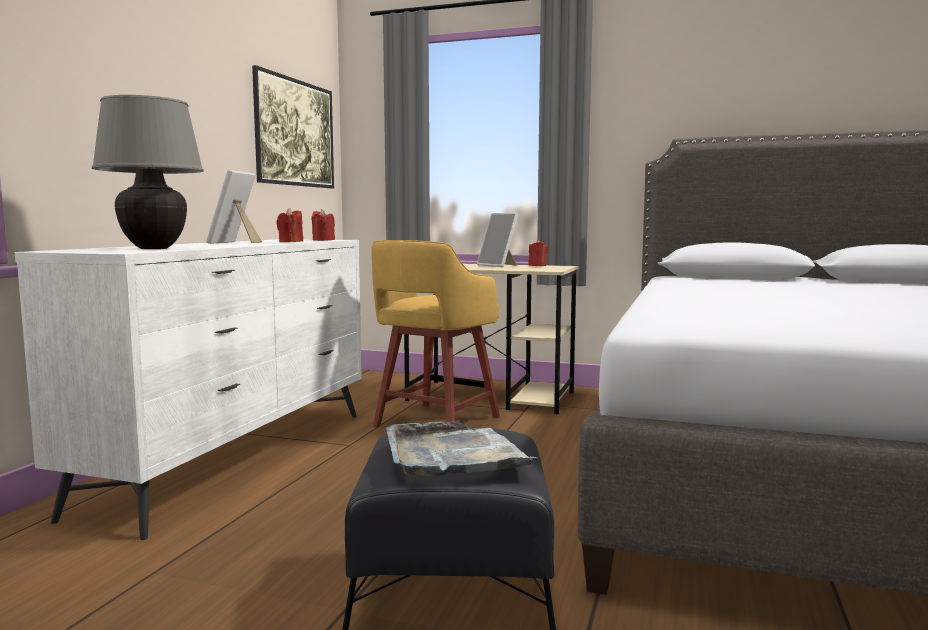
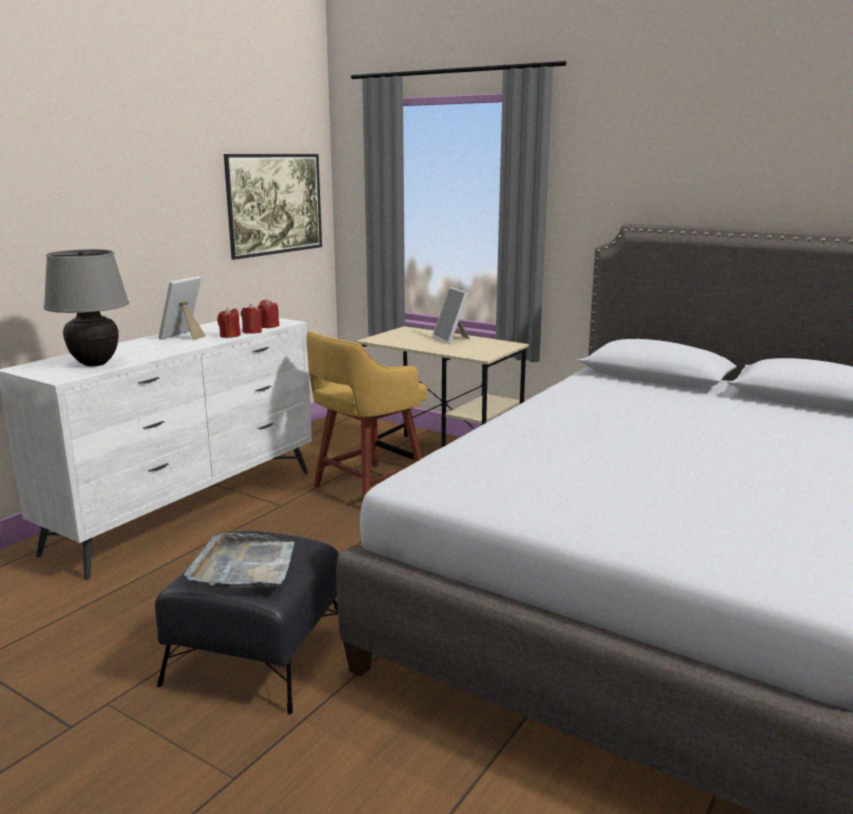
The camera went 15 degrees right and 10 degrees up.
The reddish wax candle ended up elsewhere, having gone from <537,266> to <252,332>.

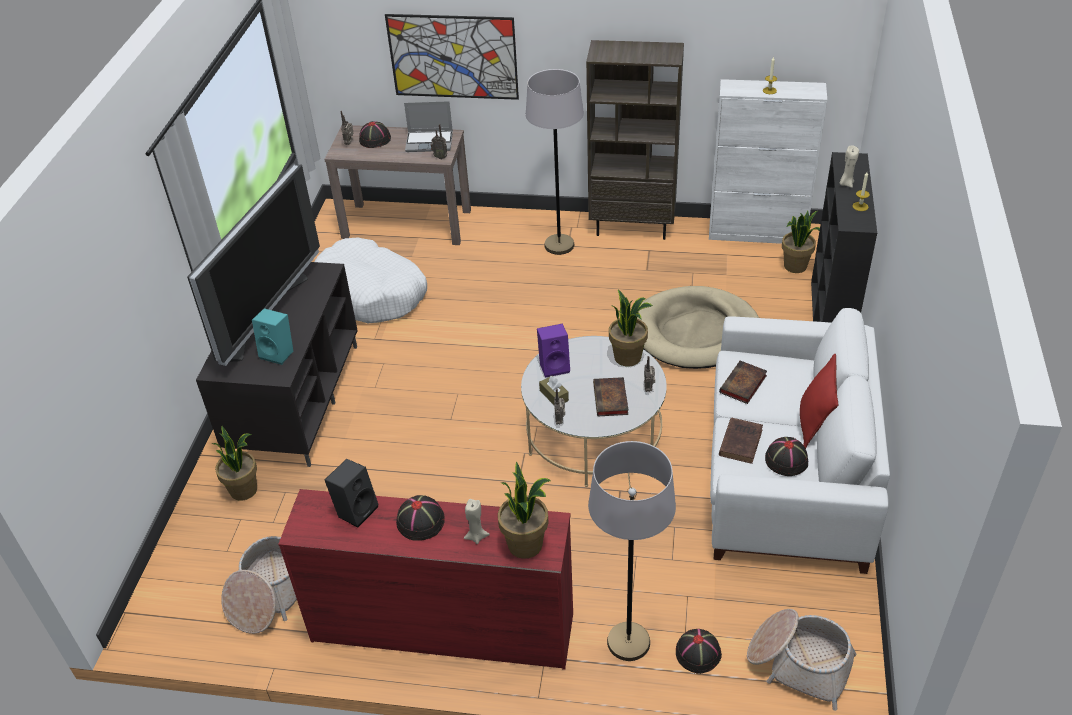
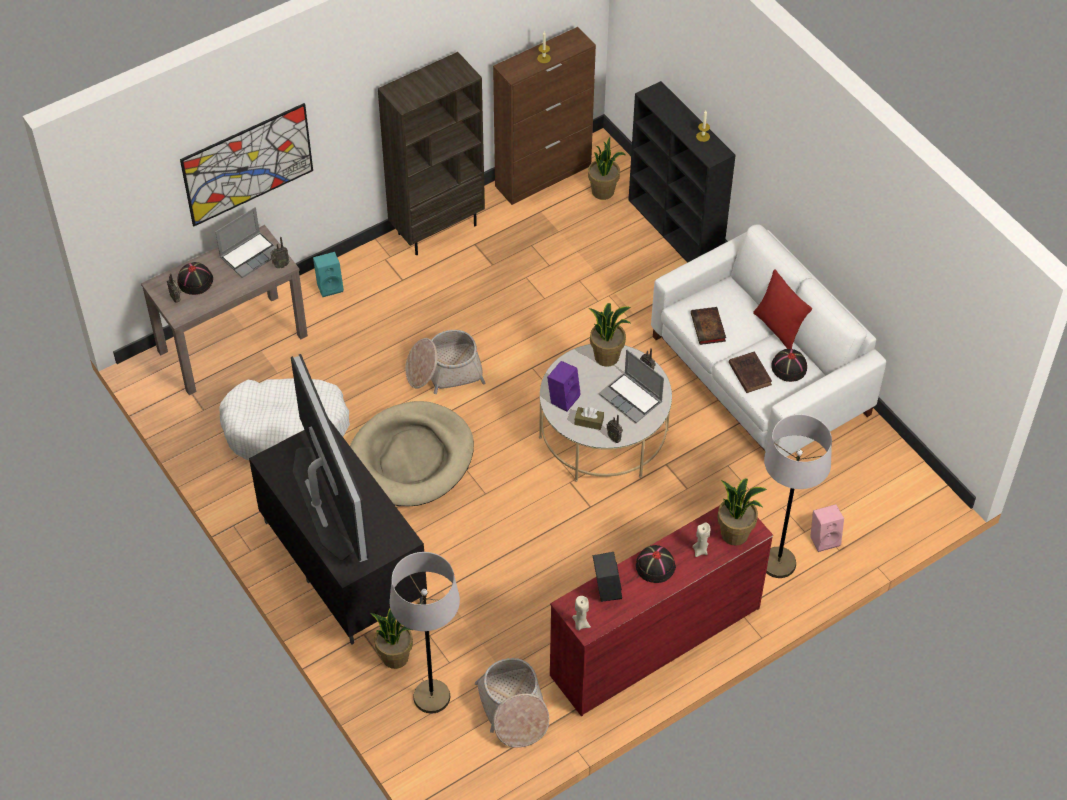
The camera went 45 degrees left and 10 degrees up.
The turquoise audio speaker ended up elsewhere, having gone from <279,353> to <330,286>.
The gray floor lamp ended up elsewhere, having gone from <559,245> to <431,697>.
The sand-coloured dog cushion ended up elsewhere, having gone from <695,332> to <411,458>.
The storage basket ended up elsewhere, having gone from <799,663> to <444,371>.
The sand-coloured wax candle ended up elsewhere, having gone from <846,183> to <580,624>.
Where the book stood at <611,400>, the portable computer came to stand at <632,398>.
Where the black-coloured clothing hat stood at <698,653>, the pink-coloured audio speaker came to stand at <824,539>.
What was the white cabinet at <757,233> turned into the brown-coloured cabinet at <544,176>.

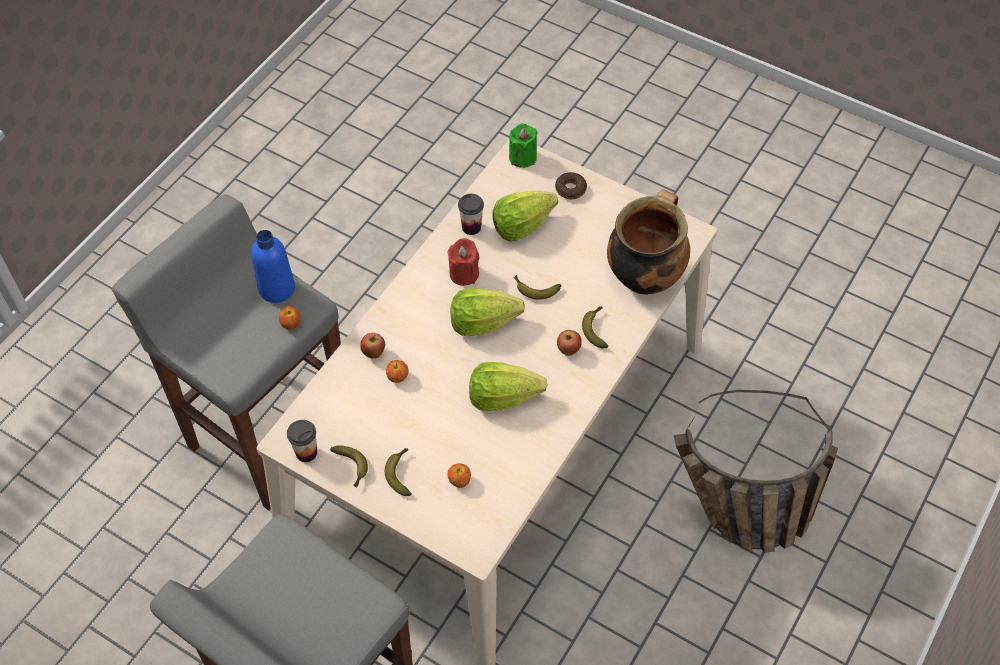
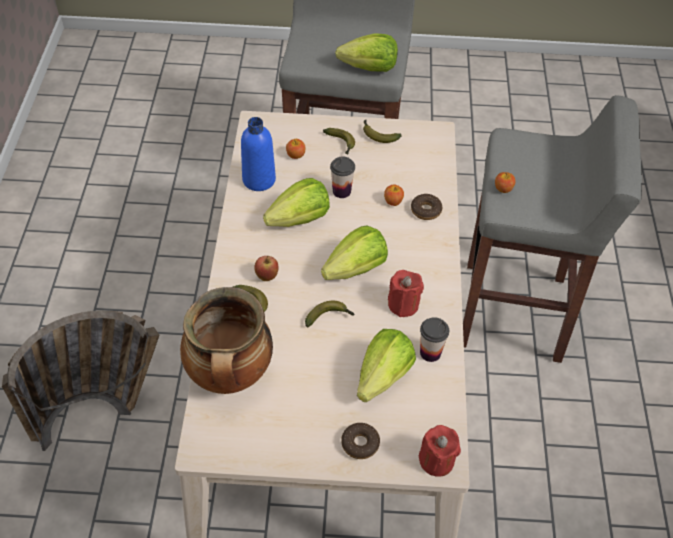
The camera went 150 degrees right and 5 degrees down.
The second view gained the lettuce head at <369,68>.
The bluish bottle ended up elsewhere, having gone from <277,288> to <259,180>.
The small cup ended up elsewhere, having gone from <306,452> to <341,191>.
Where the apple stood at <374,353>, the doughnut came to stand at <426,210>.
What was the greenish wax candle at <522,157> turned into the reddish wax candle at <436,460>.

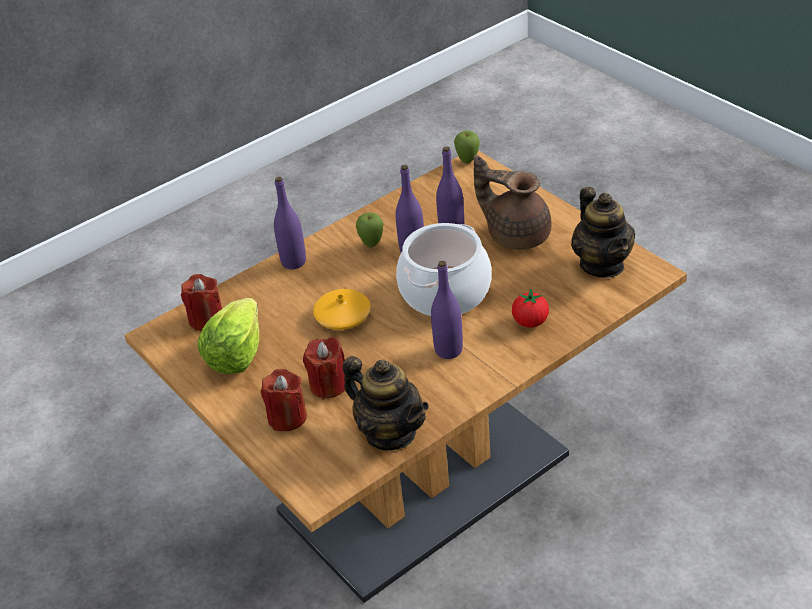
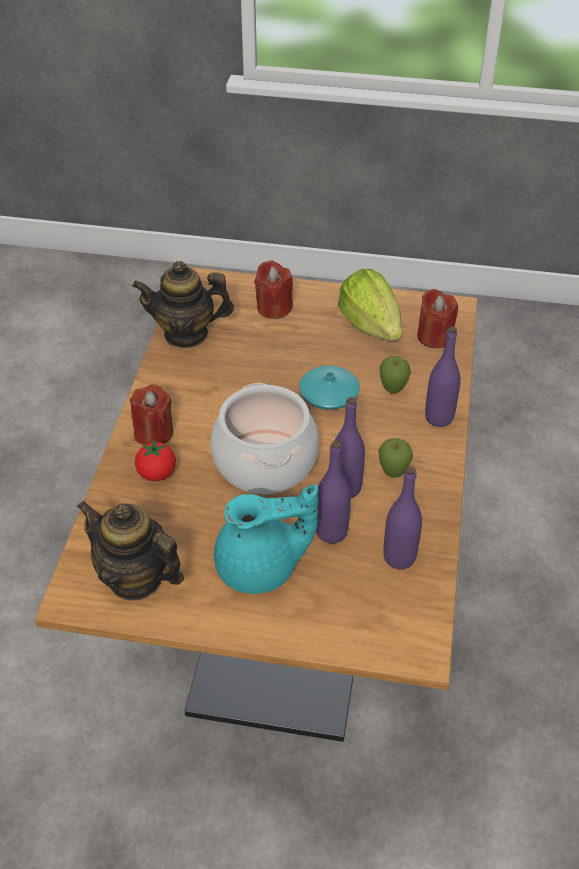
The camera went 135 degrees right and 5 degrees up.
The reddish wax candle ended up elsewhere, having gone from <329,385> to <153,433>.
The purplish bottle ended up elsewhere, having gone from <448,350> to <399,557>.
The apple ended up elsewhere, having gone from <467,161> to <392,390>.
What was the orange decorative vase at <343,316> turned into the turquoise decorative vase at <329,394>.
What was the brown-coloured pot for tea at <516,234> turned into the turquoise pot for tea at <261,568>.

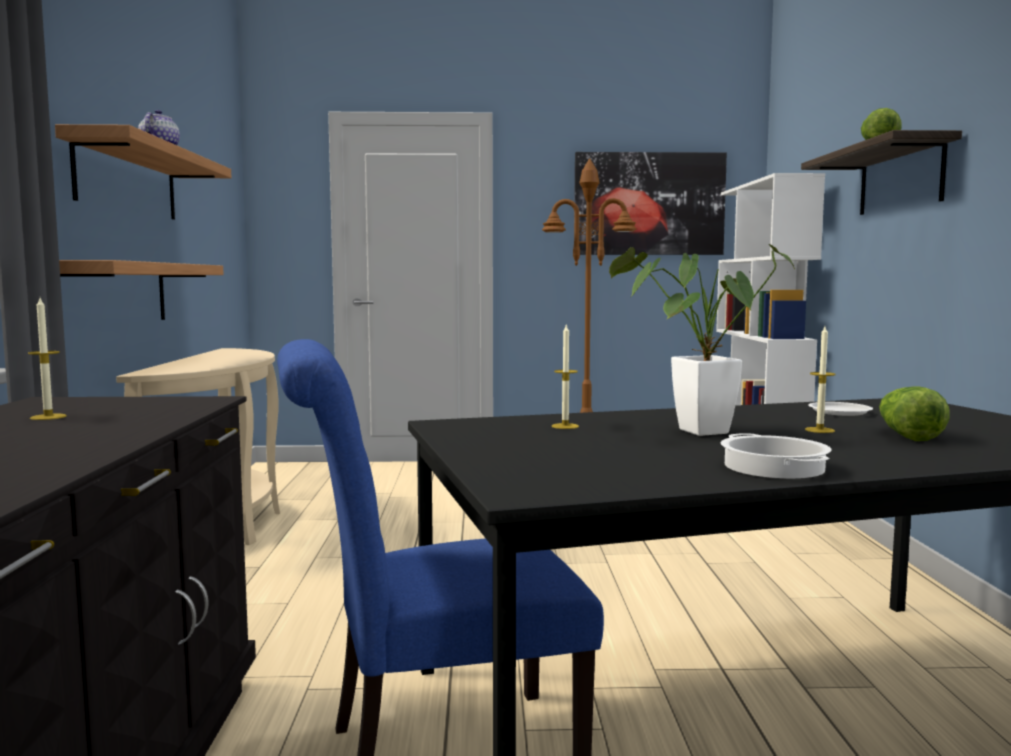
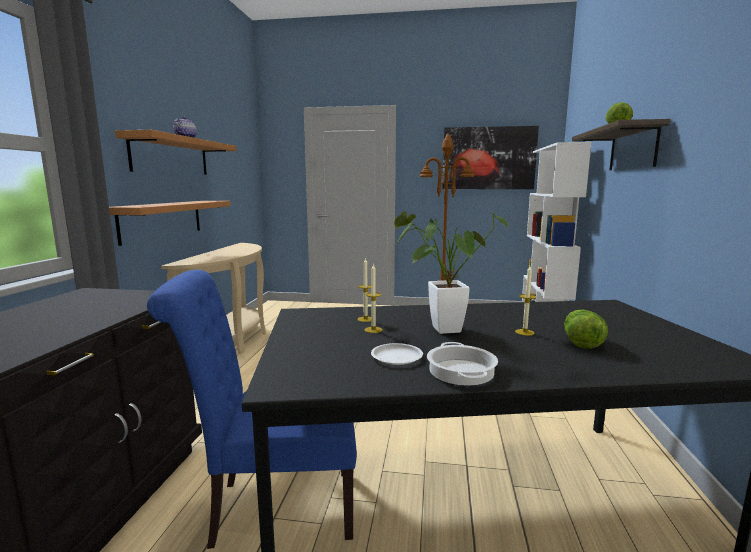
The camera went 10 degrees right and 5 degrees up.
The wax candle ended up elsewhere, having gone from <48,417> to <373,330>.
The white dinner plate ended up elsewhere, having gone from <839,412> to <396,357>.

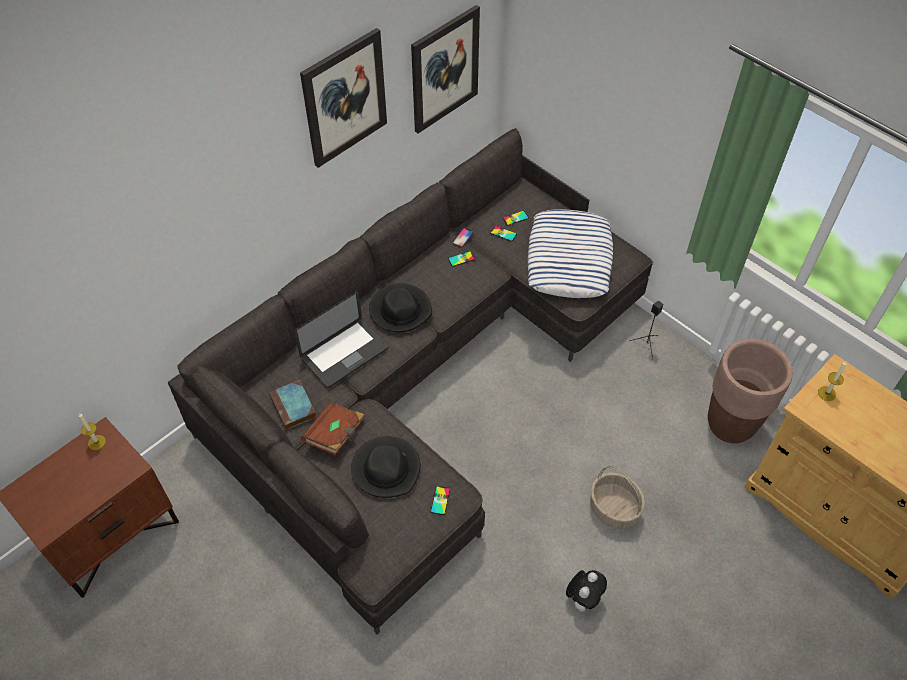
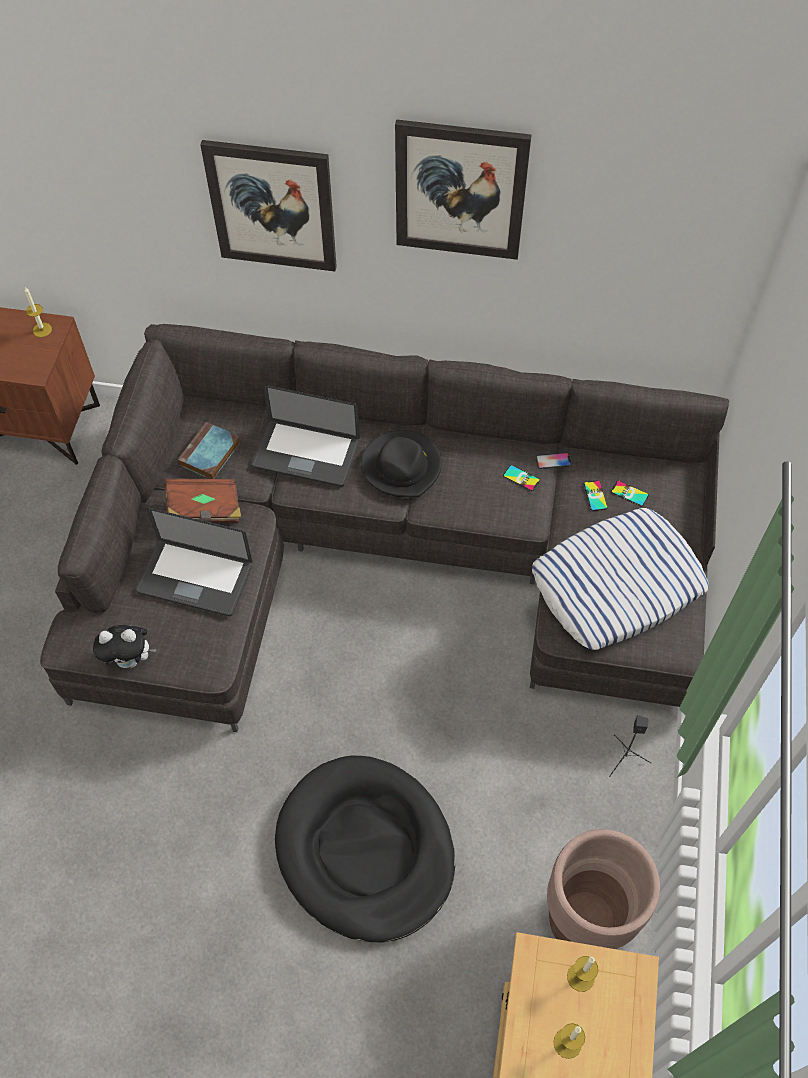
The camera went 55 degrees right and 5 degrees up.
The second view lost the telephone at <440,500>.
The second view gained the wax candle at <567,1043>.
The picture ended up elsewhere, having gone from <444,69> to <272,206>.
The cuddly toy ended up elsewhere, having gone from <583,599> to <130,660>.
Where the black-coloured clothing hat stood at <386,469>, the portable computer came to stand at <195,579>.
Where the storage basket stood at <614,509>, the black-coloured dog cushion came to stand at <365,850>.

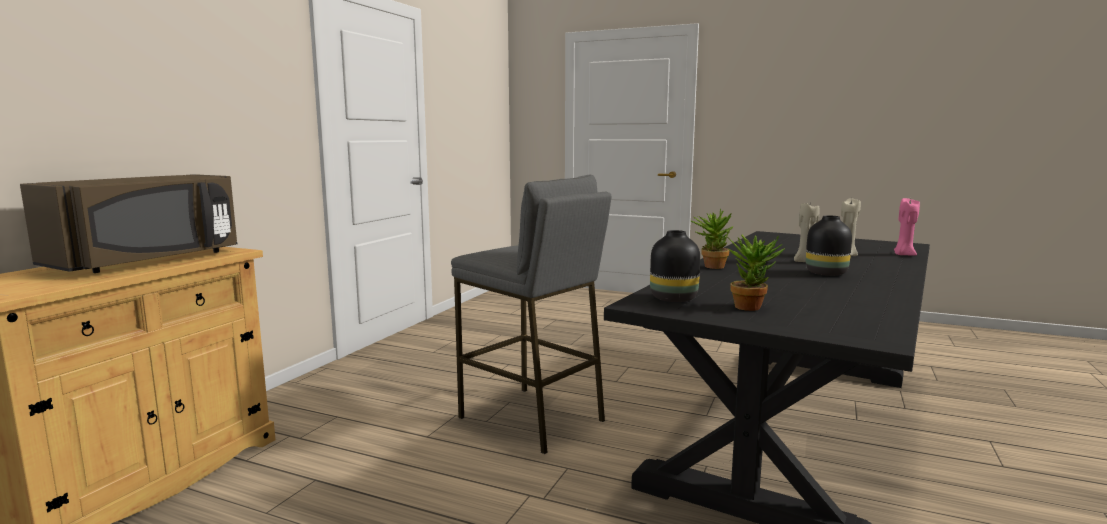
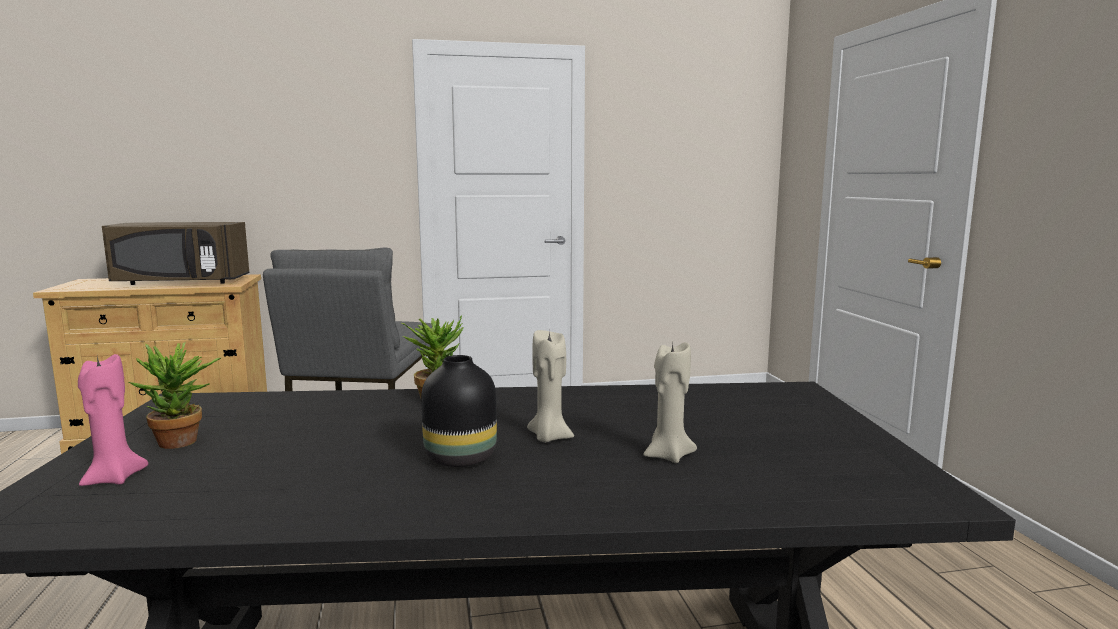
The camera went 55 degrees right and 0 degrees up.
The second view lost the black-coloured decorative vase at <673,299>.
The pink-coloured wax candle ended up elsewhere, having gone from <903,255> to <113,478>.

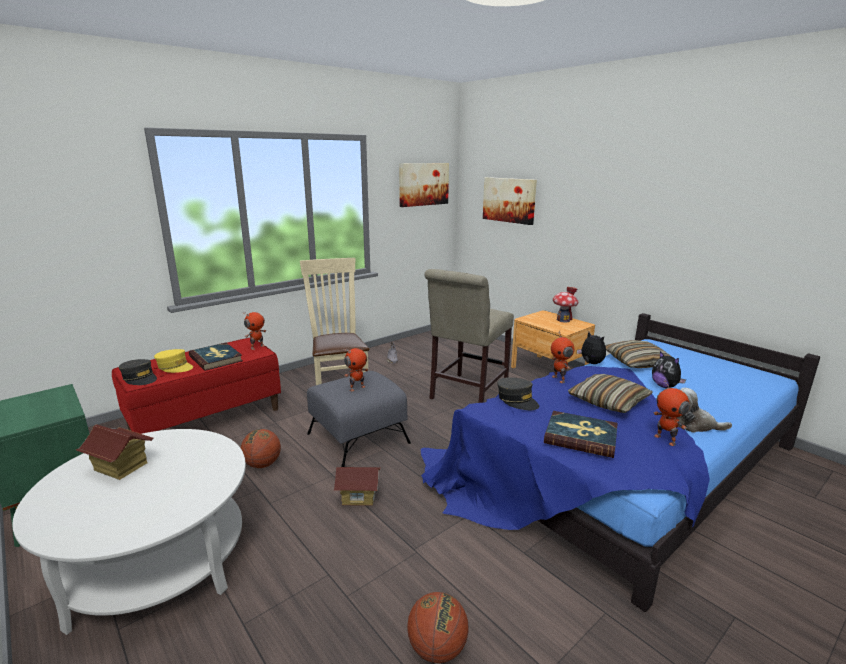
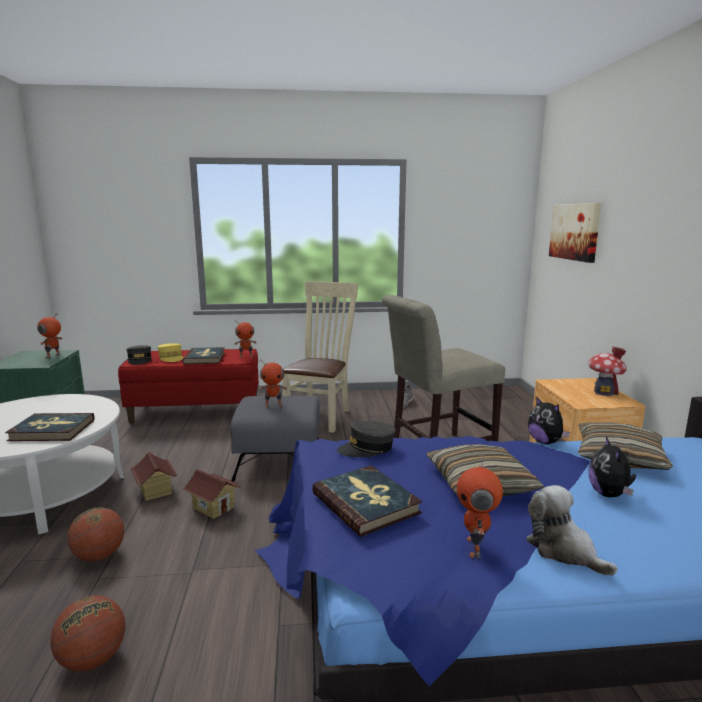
The camera went 35 degrees right and 5 degrees down.
The second view lost the picture at <423,184>.
The second view gained the book at <52,430>.
The miniature house ended up elsewhere, having gone from <120,467> to <155,491>.
The basketball ended up elsewhere, having gone from <262,464> to <99,556>.
The robot figure ended up elsewhere, having gone from <559,379> to <53,356>.
The gray baseball cap at <517,400> ended up facing another way, 75 degrees clockwise from before.
The cuddly toy at <590,363> ended up facing another way, 150 degrees clockwise from before.

